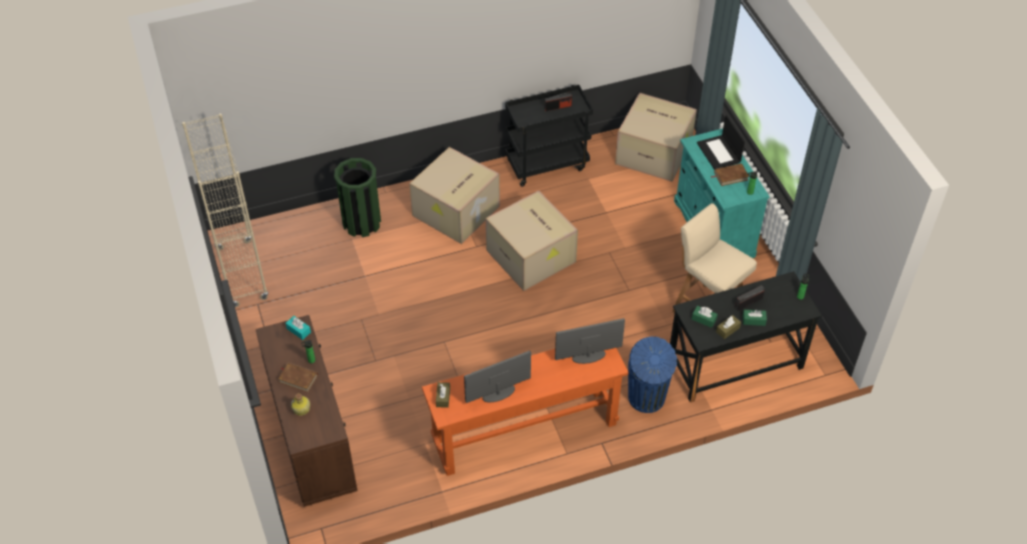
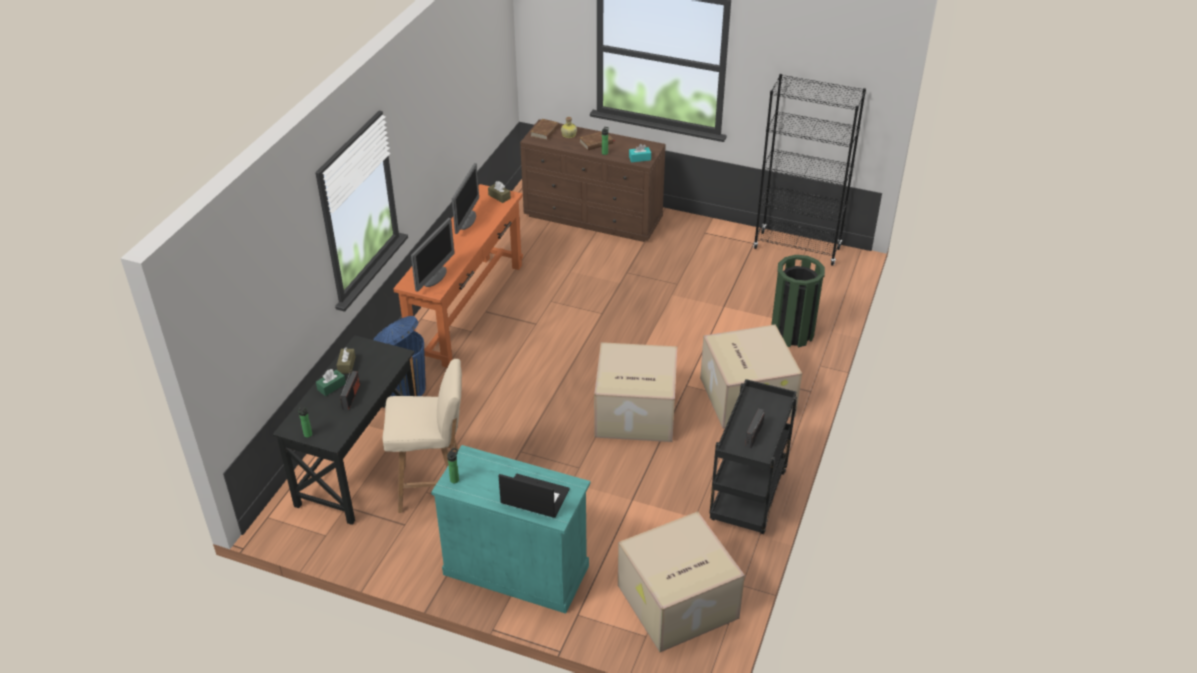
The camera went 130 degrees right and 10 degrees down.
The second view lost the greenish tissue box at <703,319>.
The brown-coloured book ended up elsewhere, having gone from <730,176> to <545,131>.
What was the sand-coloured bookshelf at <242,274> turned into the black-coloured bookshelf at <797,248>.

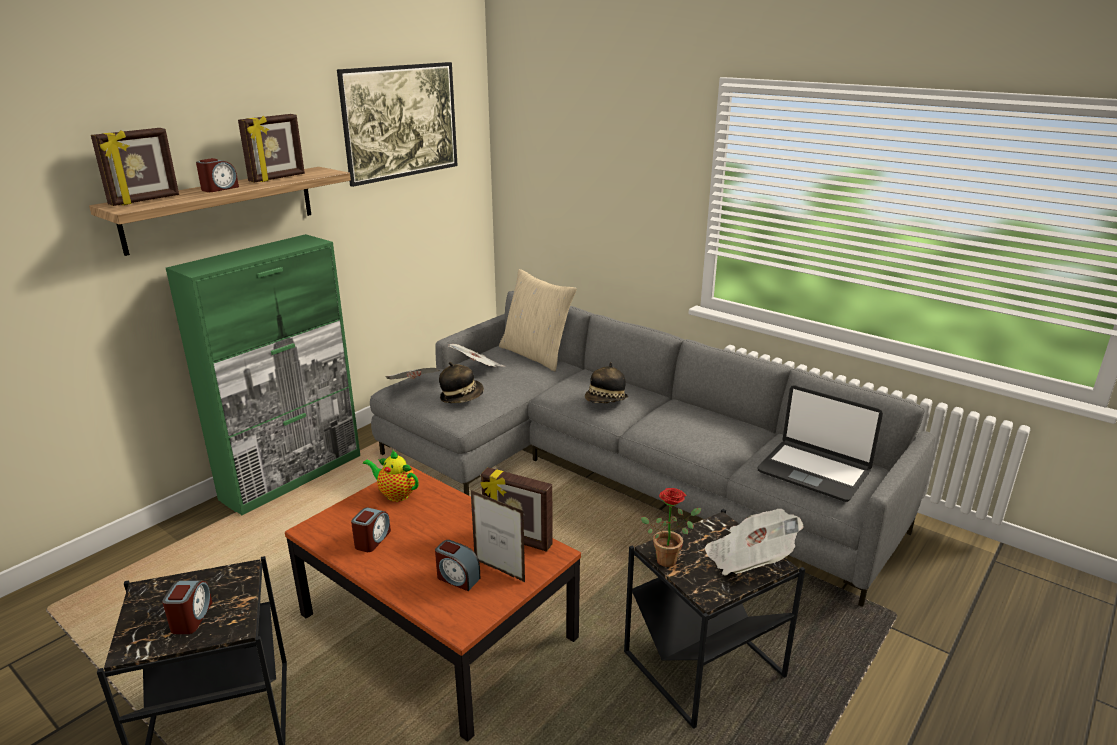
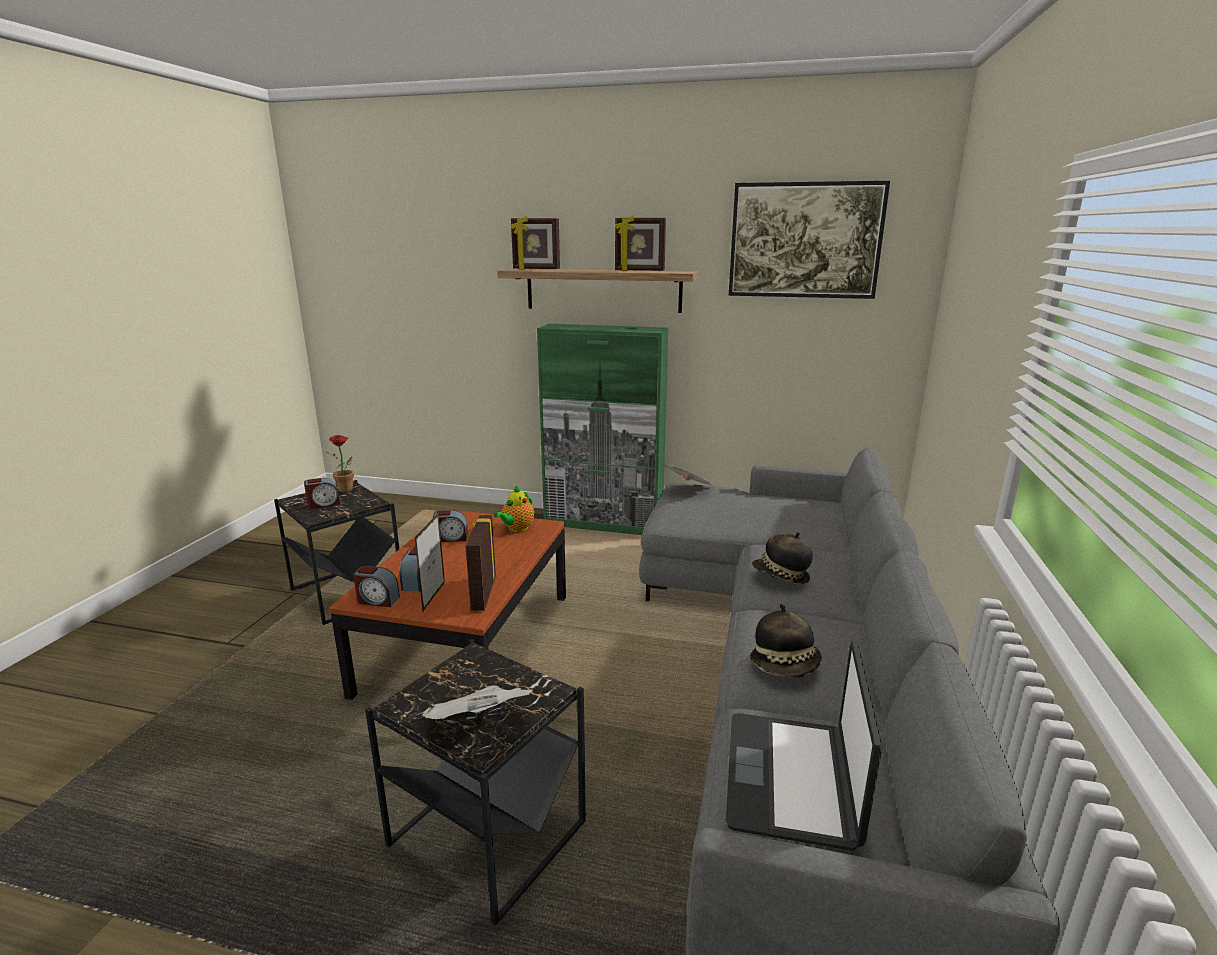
The camera went 65 degrees right and 5 degrees down.
The second view lost the daily paper at <477,369>.
The second view lost the sand-coloured cushion at <536,355>.
The bedside clock ended up elsewhere, having gone from <219,189> to <377,600>.
The clothing hat ended up elsewhere, having gone from <462,397> to <785,665>.
The potted plant ended up elsewhere, having gone from <669,558> to <348,490>.
The pot for tea at <395,494> ended up facing another way, 150 degrees counterclockwise from before.

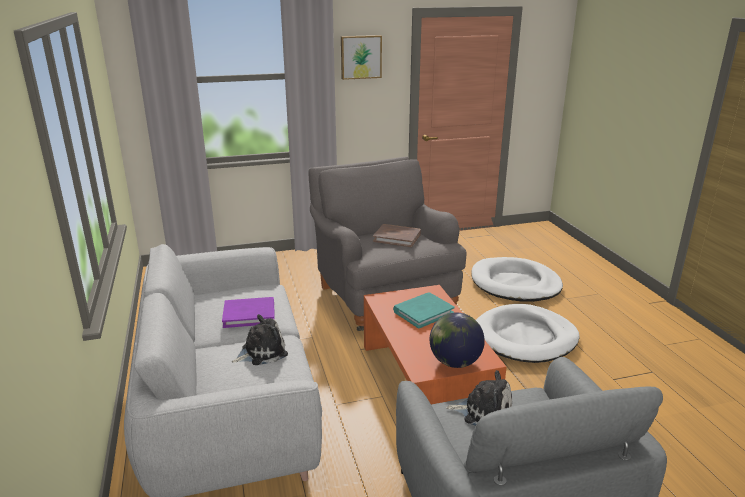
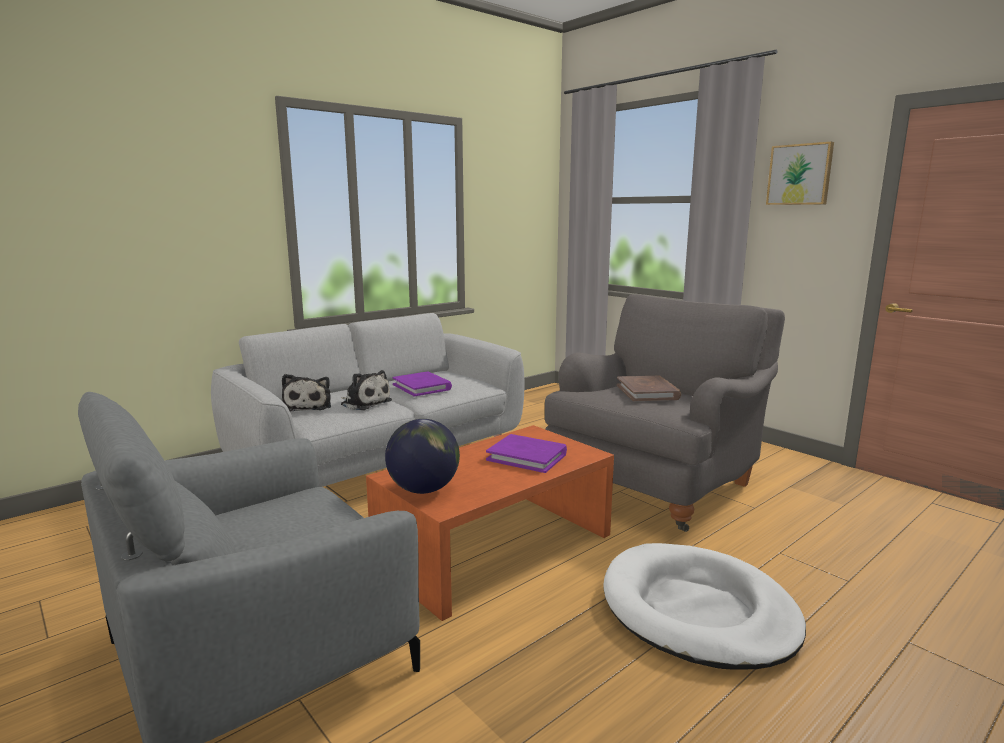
The camera went 65 degrees right and 10 degrees down.
The second view lost the white dog cushion at <515,283>.
The cuddly toy ended up elsewhere, having gone from <484,411> to <308,406>.
What was the turquoise book at <423,312> turned into the purplish book at <527,457>.

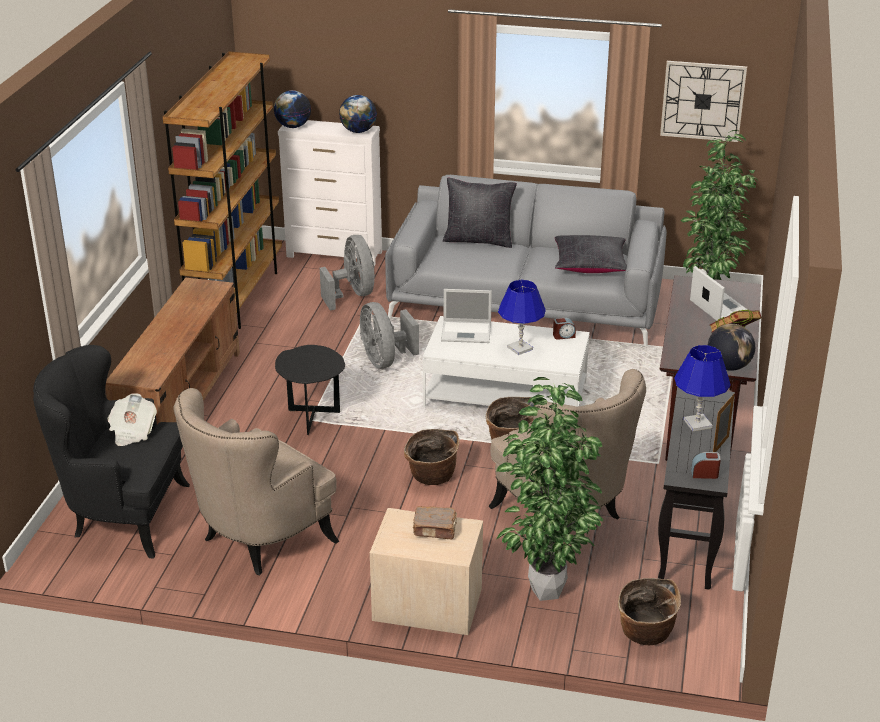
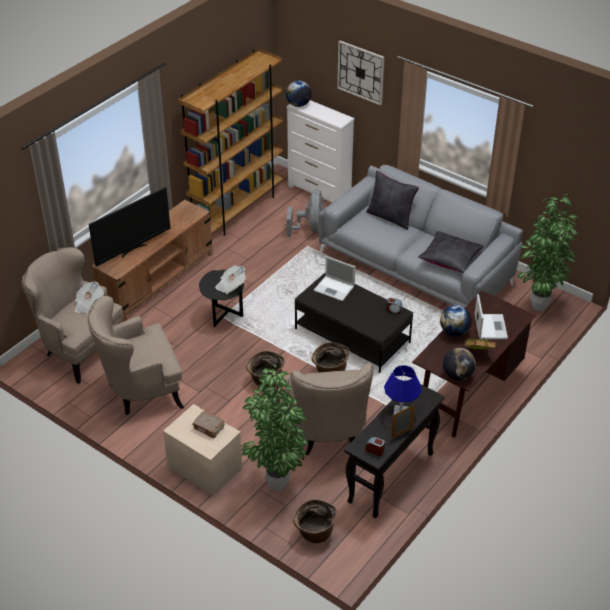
The camera went 25 degrees right and 10 degrees up.
The second view lost the gray fan at <385,361>.
The second view lost the bluish tabletop lamp at <520,348>.
The second view gained the TV at <133,249>.
The second view gained the daily paper at <230,286>.
The desk globe ended up elsewhere, having gone from <358,131> to <454,332>.
The hanging clock ended up elsewhere, having gone from <702,101> to <361,72>.
What was the black-coloured easy chair at <122,515> turned into the sand-coloured easy chair at <79,349>.
What was the white coffee table at <506,395> turned into the black-coloured coffee table at <352,335>.

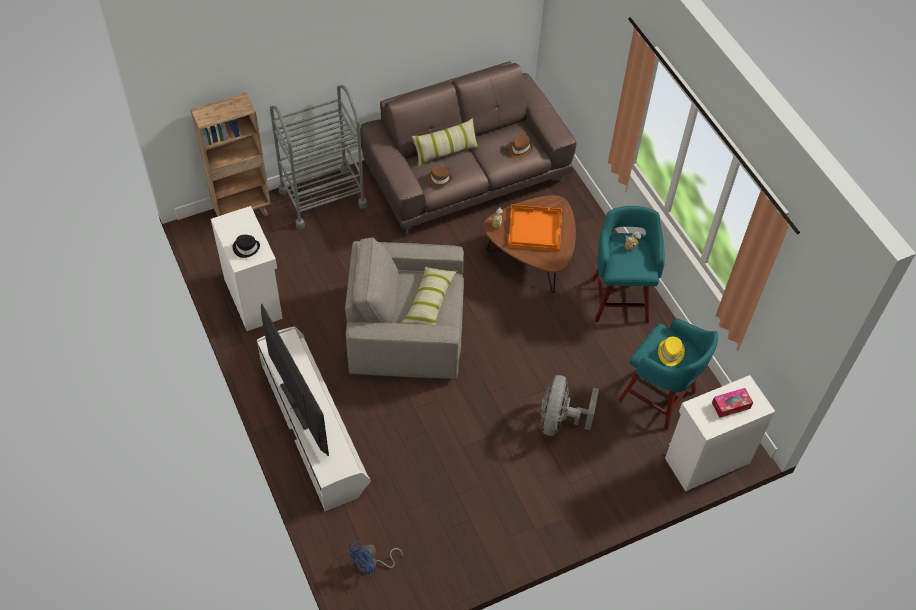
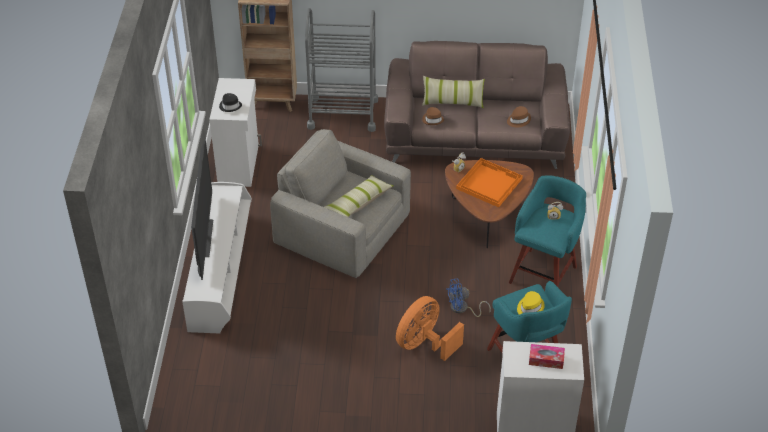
The camera went 30 degrees right and 10 degrees down.
The bluish fan ended up elsewhere, having gone from <371,564> to <462,309>.
What was the gray fan at <560,420> turned into the orange fan at <424,344>.

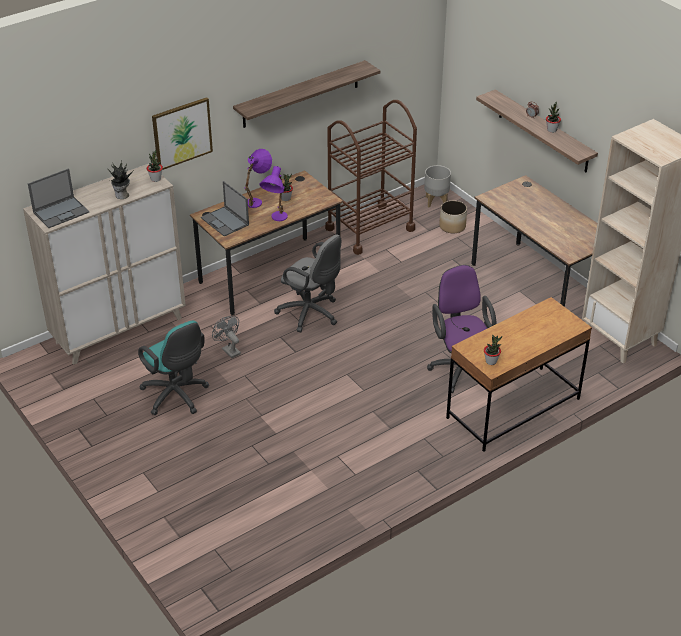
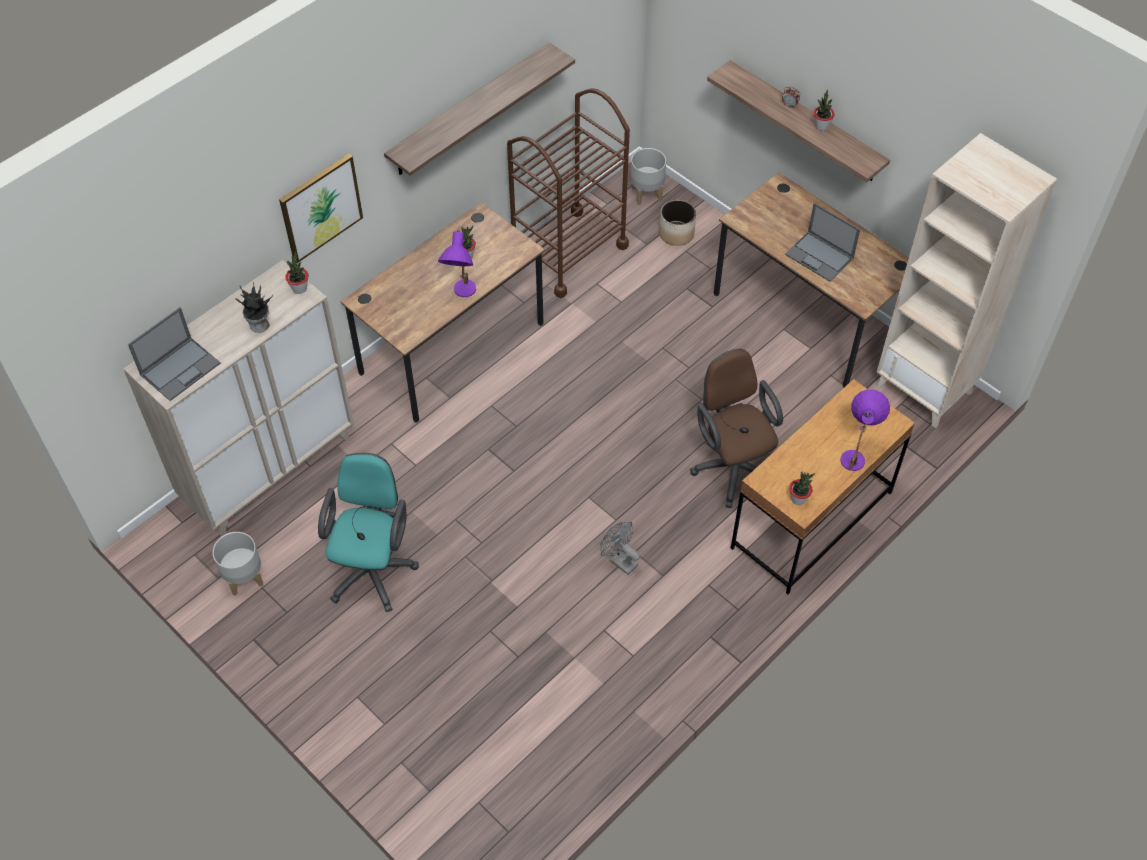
The camera went 10 degrees left and 15 degrees up.
The second view lost the gray computer chair at <311,314>.
The second view gained the gray flower pot at <245,578>.
The portable computer ended up elsewhere, having gone from <225,221> to <820,256>.
The gray fan ended up elsewhere, having gone from <229,350> to <619,560>.
The purplish tabletop lamp ended up elsewhere, having gone from <258,200> to <856,454>.
What was the purplish computer chair at <460,368> turned into the brown-coloured computer chair at <732,466>.
The turquoise computer chair at <177,397> ended up facing another way, 120 degrees counterclockwise from before.

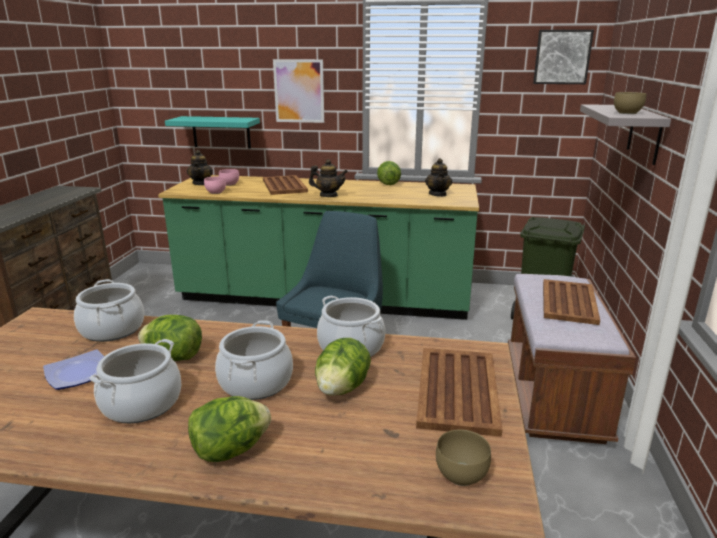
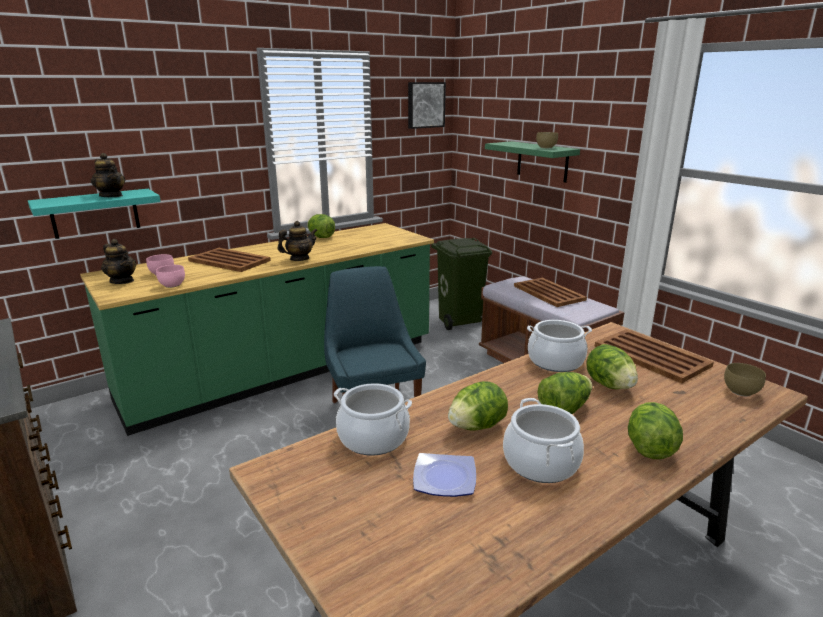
The camera went 45 degrees left and 0 degrees up.
The second view lost the picture at <299,91>.
The pot for tea ended up elsewhere, having gone from <438,194> to <111,196>.
Where the cooking pot stood at <255,382>, the lettuce head came to stand at <564,409>.
What was the gray shelf at <644,134> turned into the greenish shelf at <542,161>.

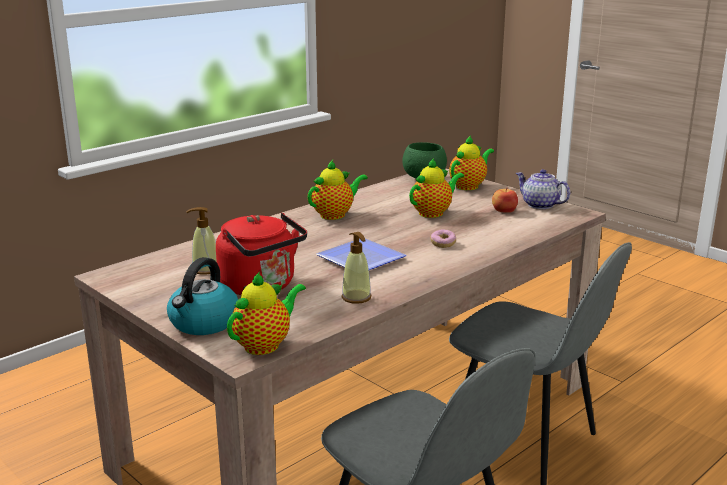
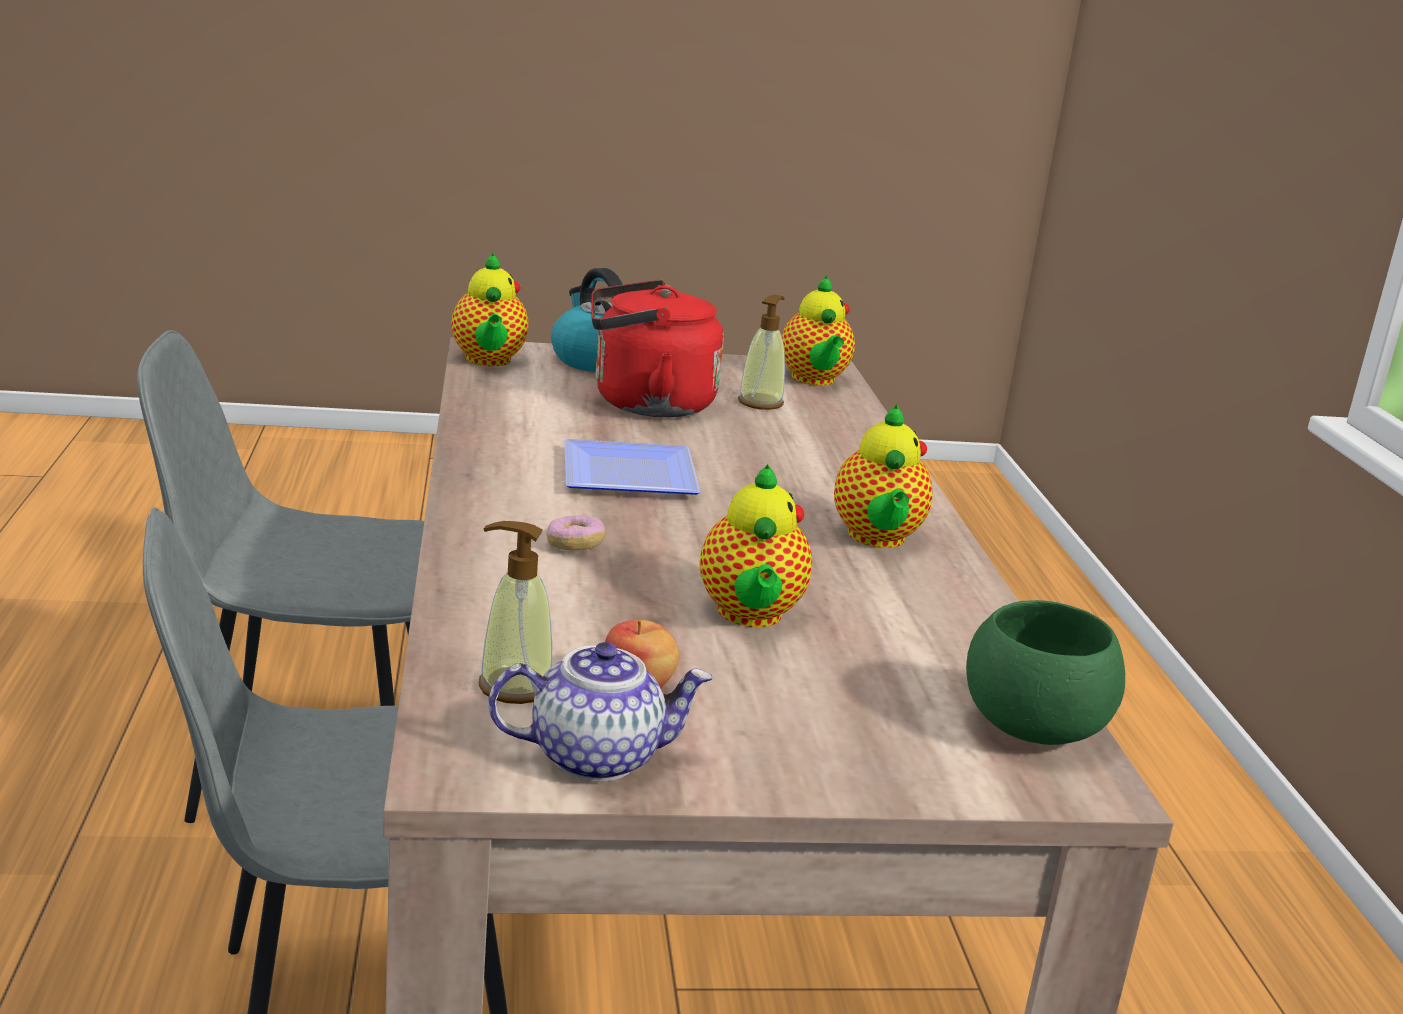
The camera went 125 degrees right and 0 degrees up.
The liquid soap bottle ended up elsewhere, having gone from <356,297> to <514,686>.
The pot for tea ended up elsewhere, having gone from <469,186> to <814,380>.

